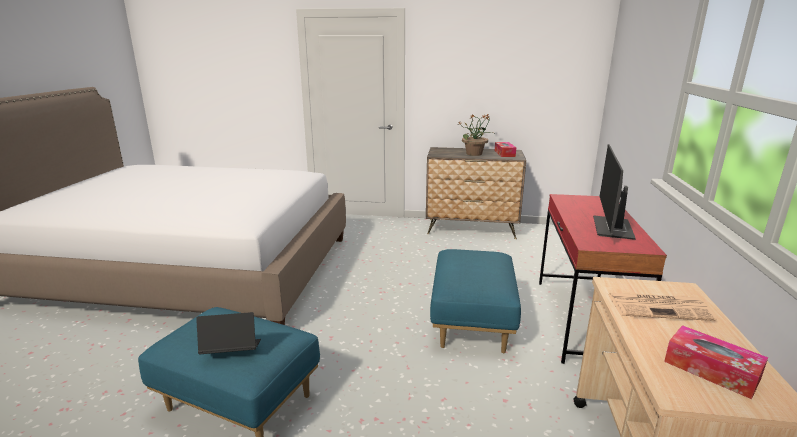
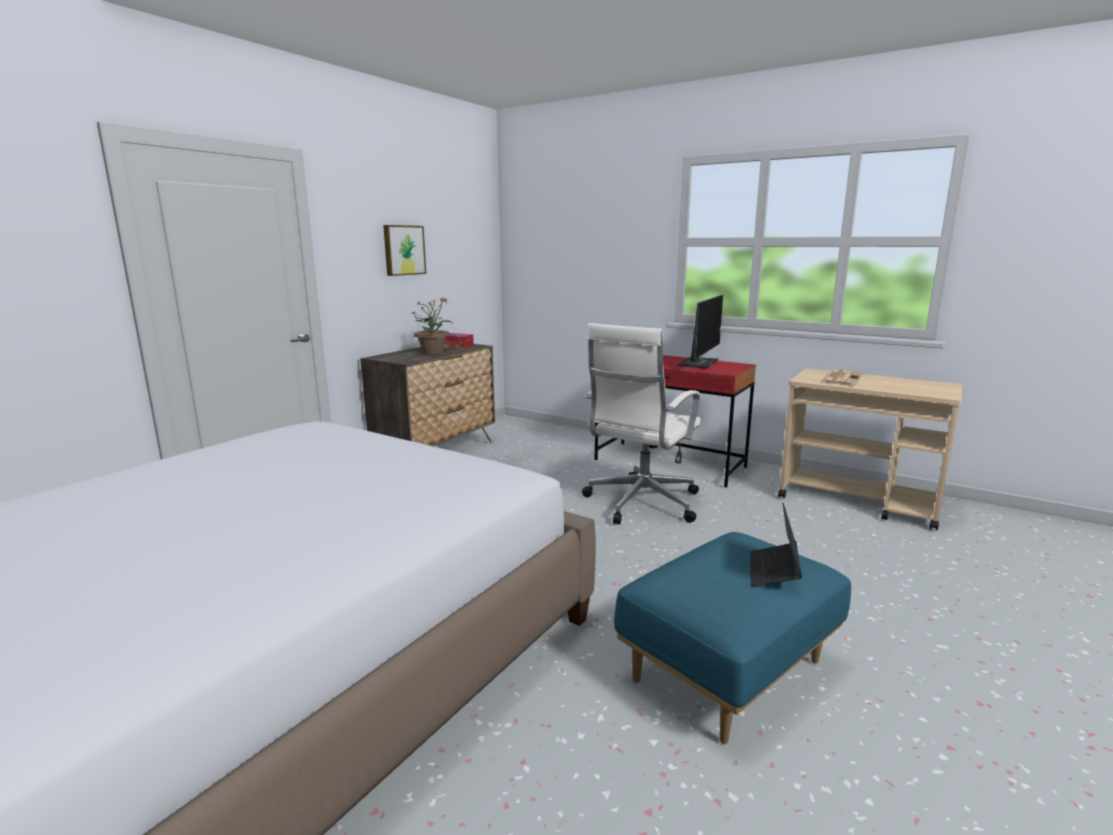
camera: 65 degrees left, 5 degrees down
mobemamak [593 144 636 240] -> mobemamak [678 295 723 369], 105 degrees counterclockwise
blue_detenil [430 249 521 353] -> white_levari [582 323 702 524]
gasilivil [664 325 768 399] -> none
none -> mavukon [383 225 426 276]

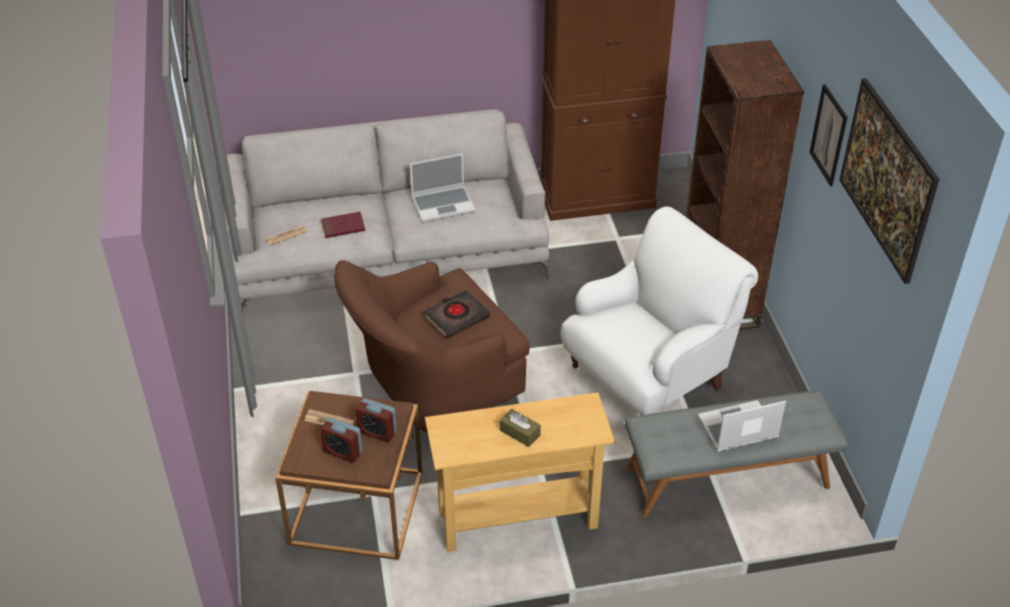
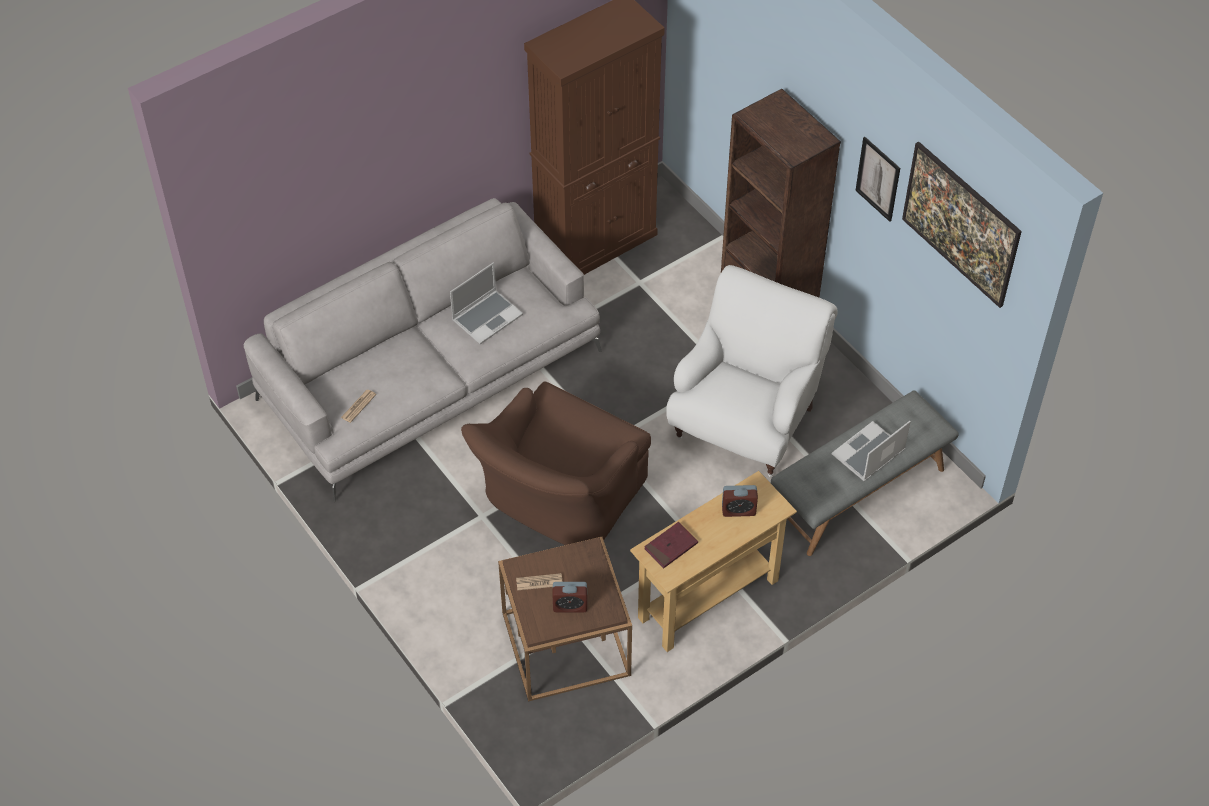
camera: 25 degrees left, 10 degrees up
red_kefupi [321 212 365 238] -> red_kefupi [644 522 698 568], moved
black_kefupi [424 290 490 338] -> none
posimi [356 398 397 442] -> posimi [722 485 758 517], moved
brown_gasilivil [500 409 541 447] -> none

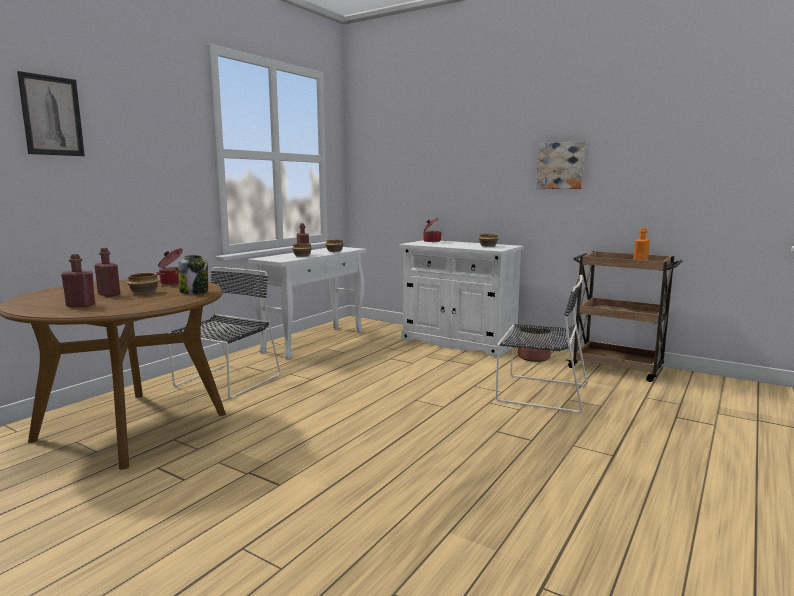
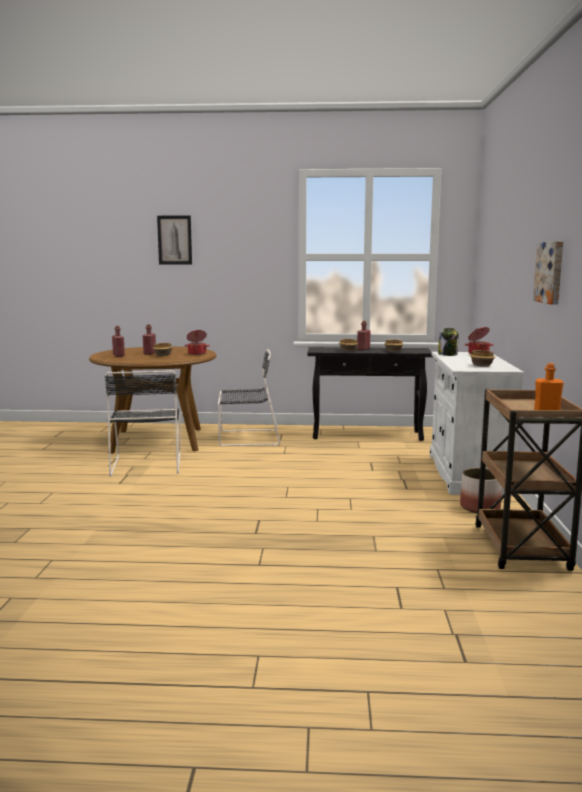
camera: 60 degrees right, 0 degrees up
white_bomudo [248 247 367 360] -> black_bomudo [308 347 433 441]
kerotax [178 255 208 294] -> kerotax [438 328 458 356], moved
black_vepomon [496 275 587 413] -> black_vepomon [105 370 181 476], moved

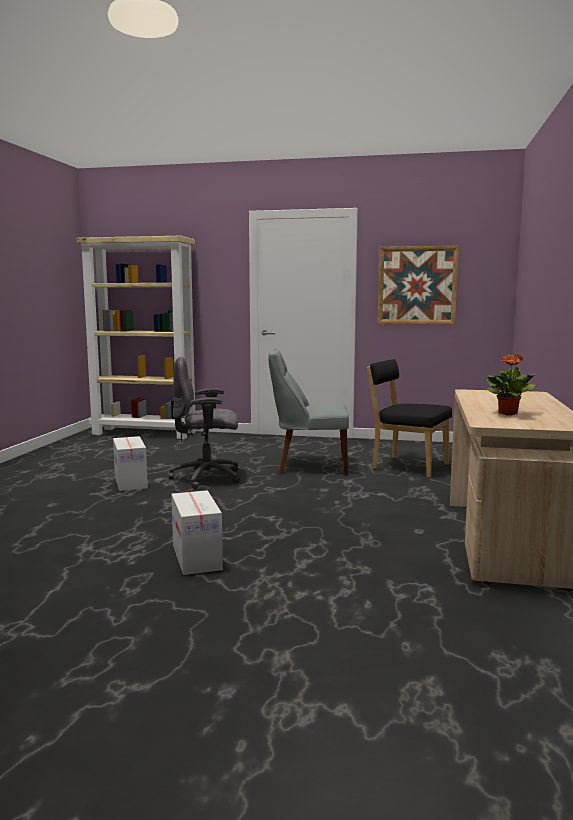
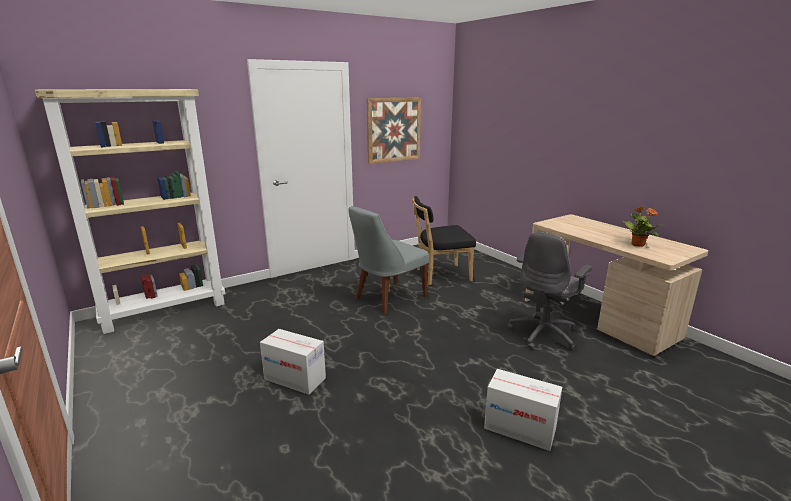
camera: 45 degrees left, 10 degrees up
grey_levari [169 357 240 489] -> grey_levari [508 232 593 351], moved

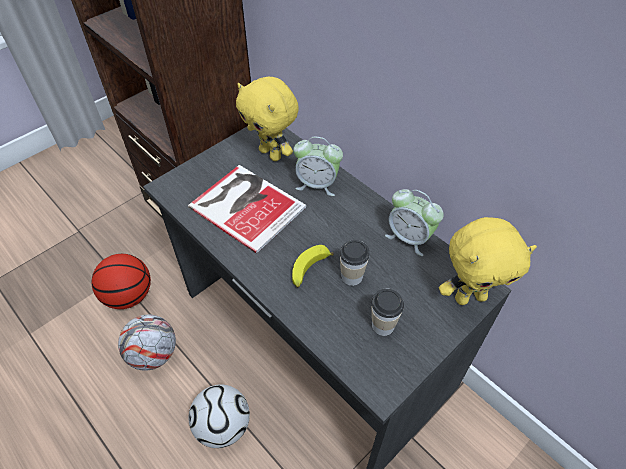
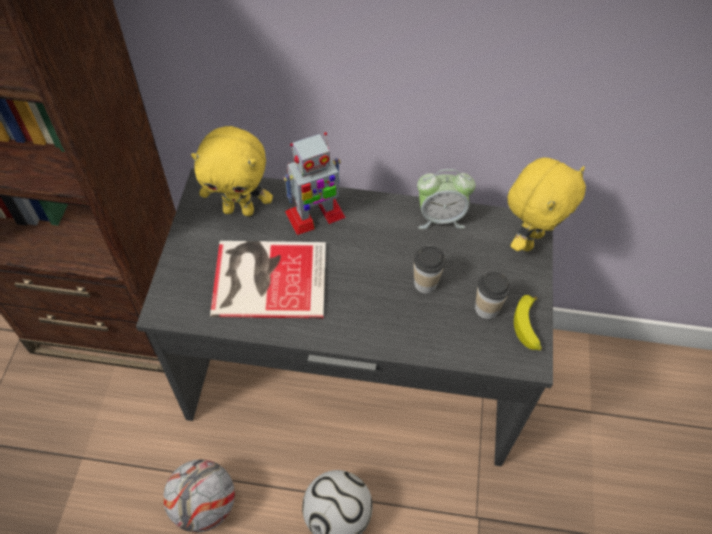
camera: 40 degrees left, 5 degrees up
posimi [293 137 343 196] -> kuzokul [283 132 346 235]
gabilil [292 245 334 288] -> gabilil [514 295 542 351], moved
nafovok [92 254 151 309] -> none

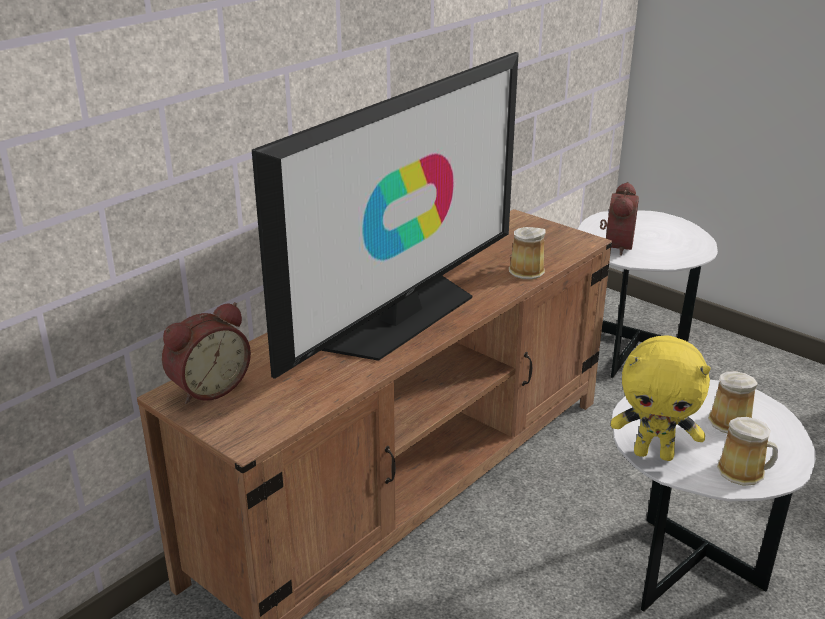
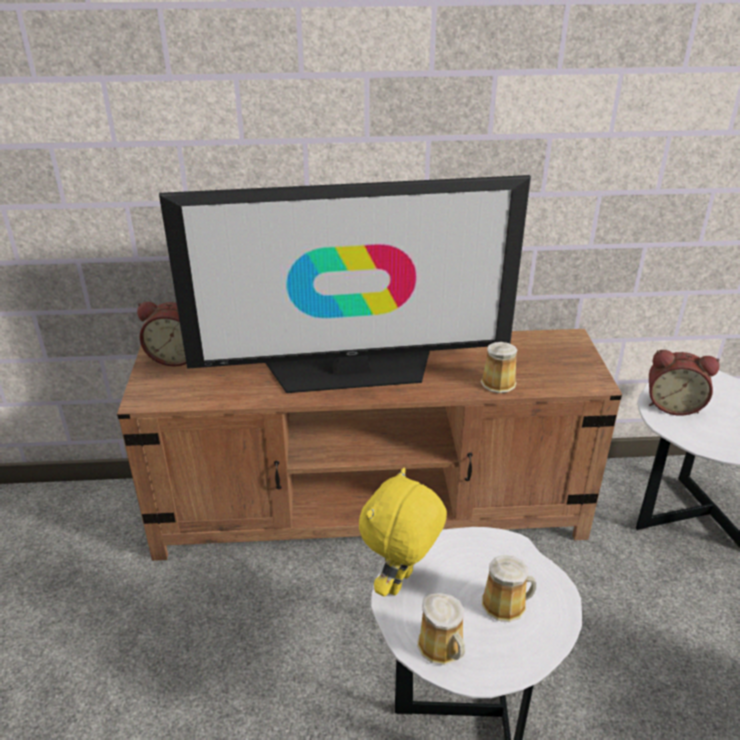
camera: 45 degrees right, 5 degrees up
posimi [600 182 639 256] -> posimi [649 350 720 415], 45 degrees clockwise
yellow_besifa [611 336 711 461] -> yellow_besifa [359 468 447 596], 60 degrees clockwise

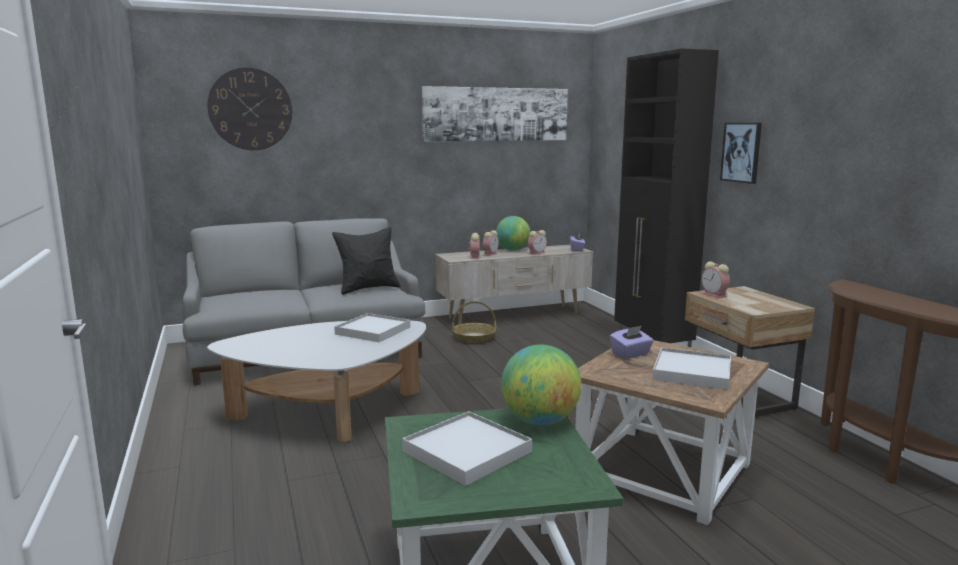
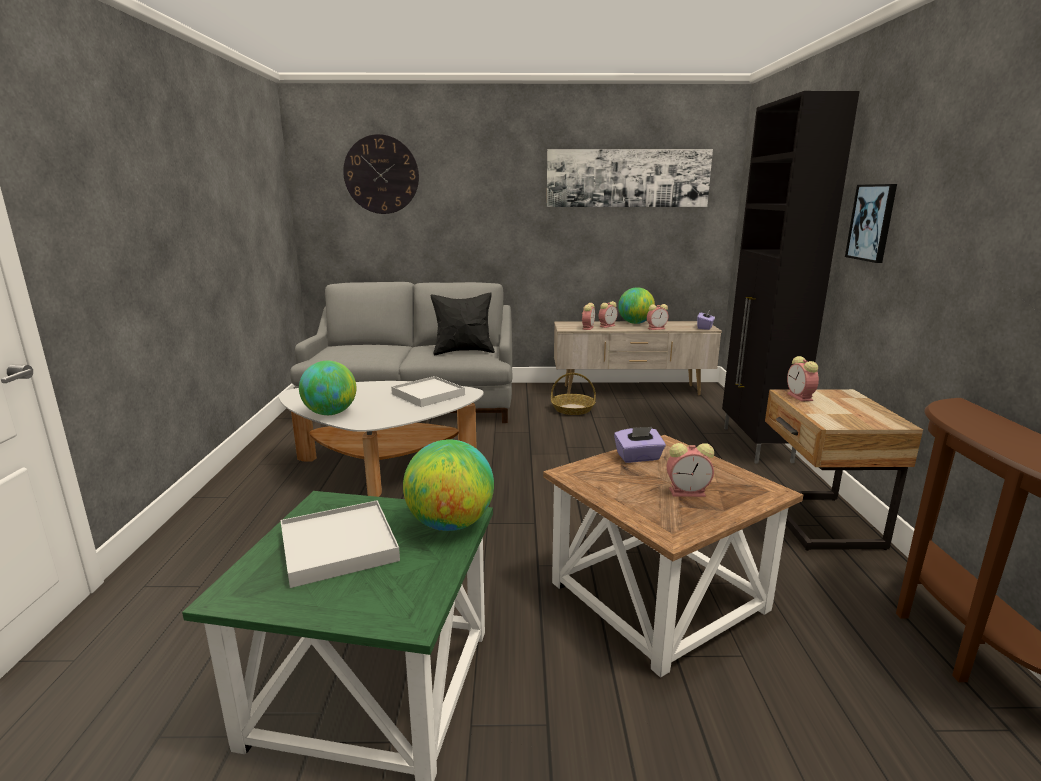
camera: 20 degrees right, 5 degrees up
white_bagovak [652 347 731 390] -> posimi [667 443 714 497]
none -> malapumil [299 361 356 415]

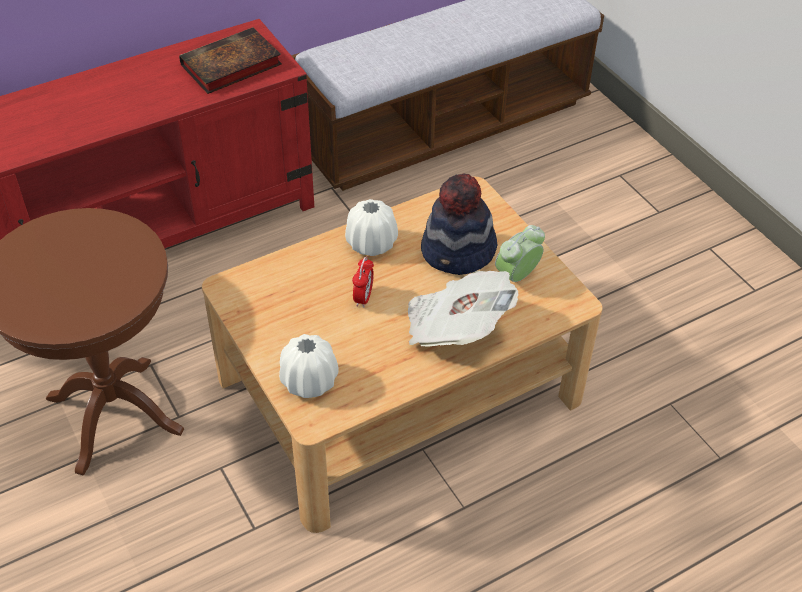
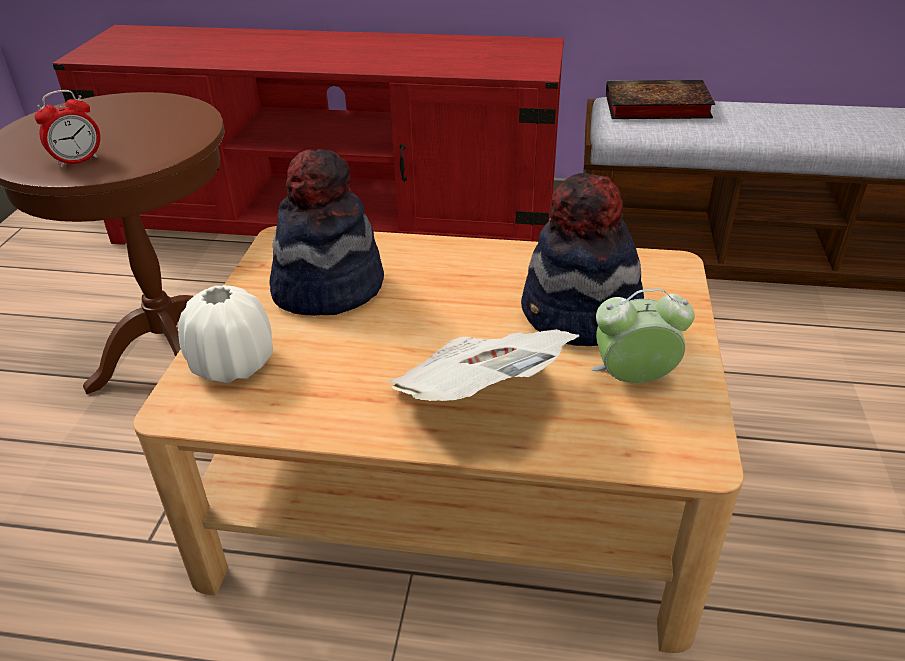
camera: 40 degrees right, 10 degrees down
kefupi [179 27 282 94] -> kefupi [606 80 715 119], moved
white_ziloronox [345 199 398 256] -> none
posimi [352 257 374 308] -> posimi [35 90 100 168], moved
none -> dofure [269 149 384 316]

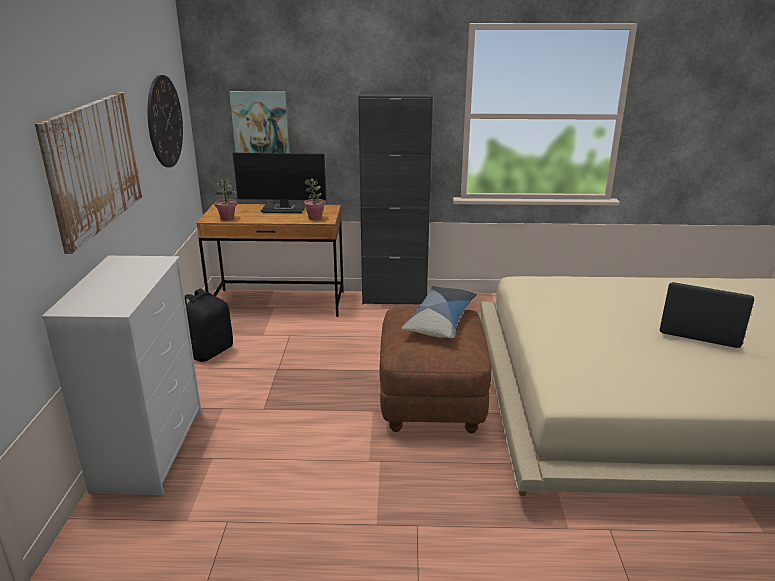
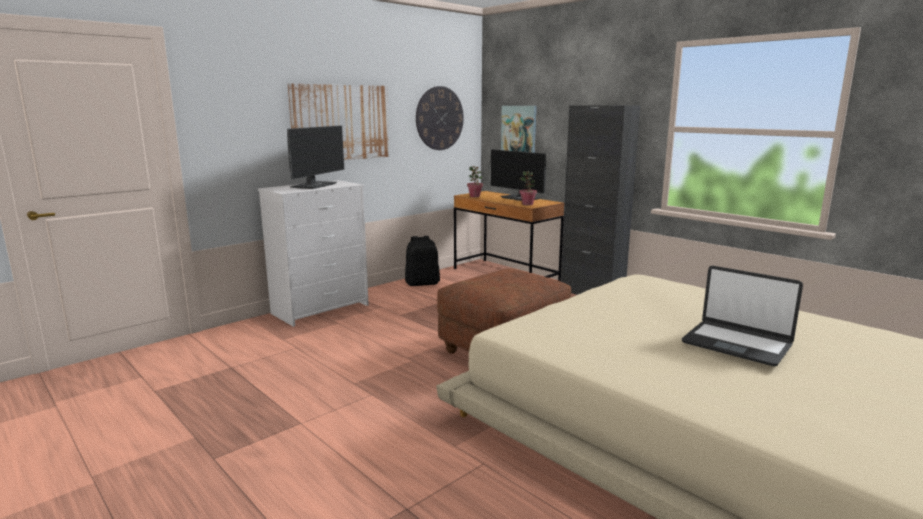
camera: 45 degrees right, 10 degrees down
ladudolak [660 282 754 348] -> ladudolak [682 266 803 366], 150 degrees clockwise
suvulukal [401 286 477 338] -> none
none -> mobemamak [287 125 344 189]

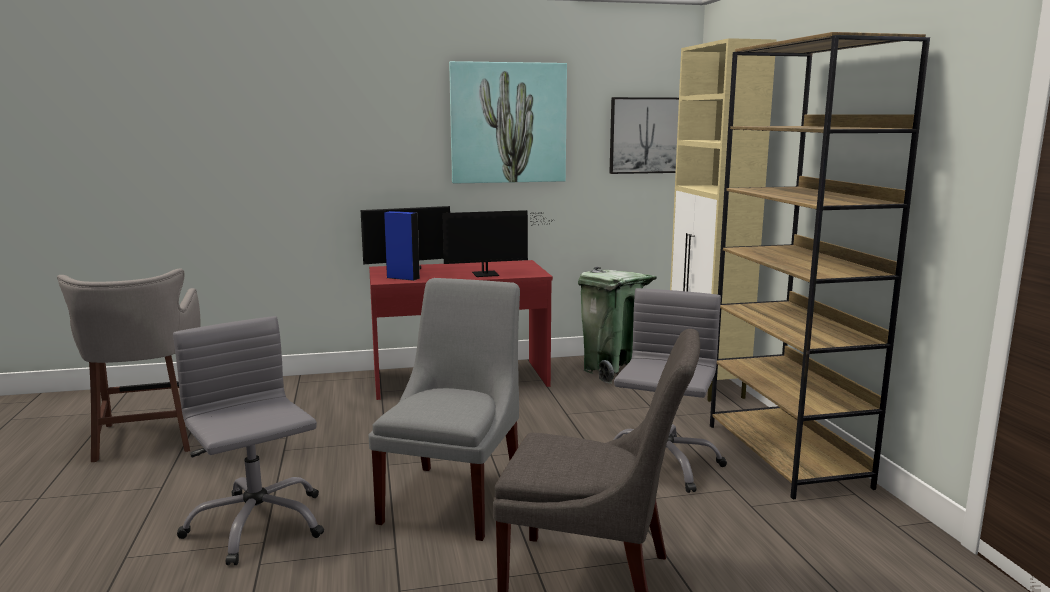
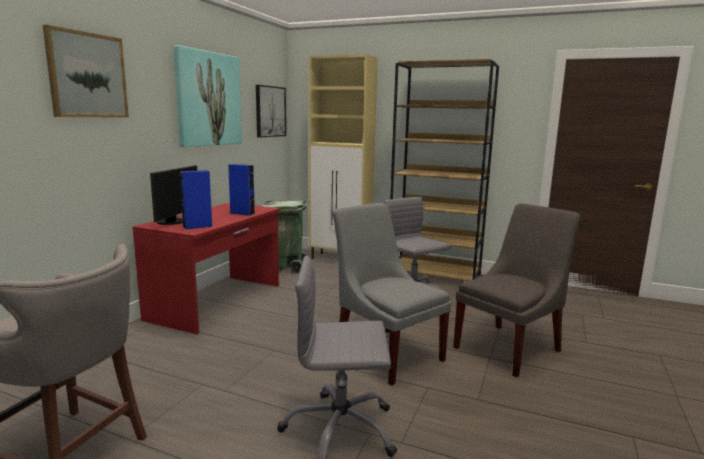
camera: 55 degrees left, 0 degrees up
mobemamak [442 210 553 277] -> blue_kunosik [228 164 255 216]
none -> mavukon [43 25 129 118]

